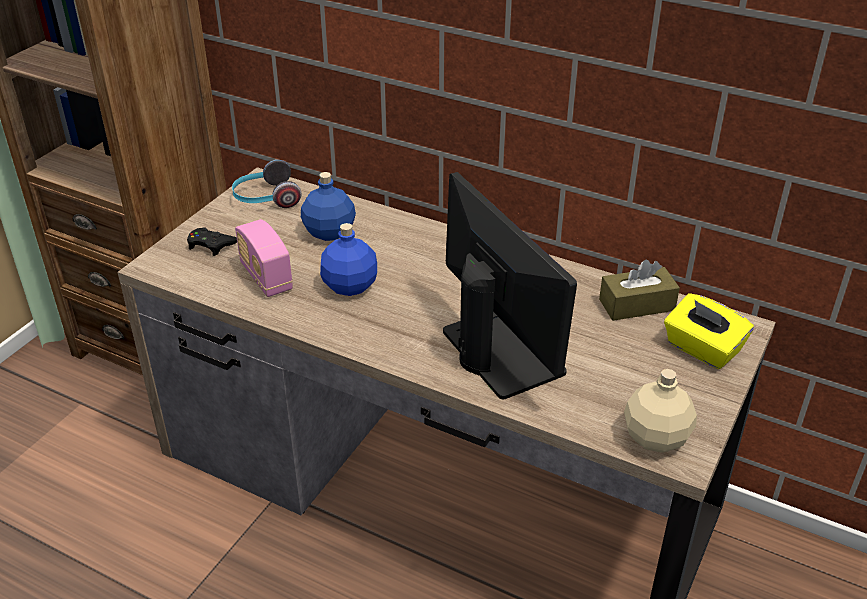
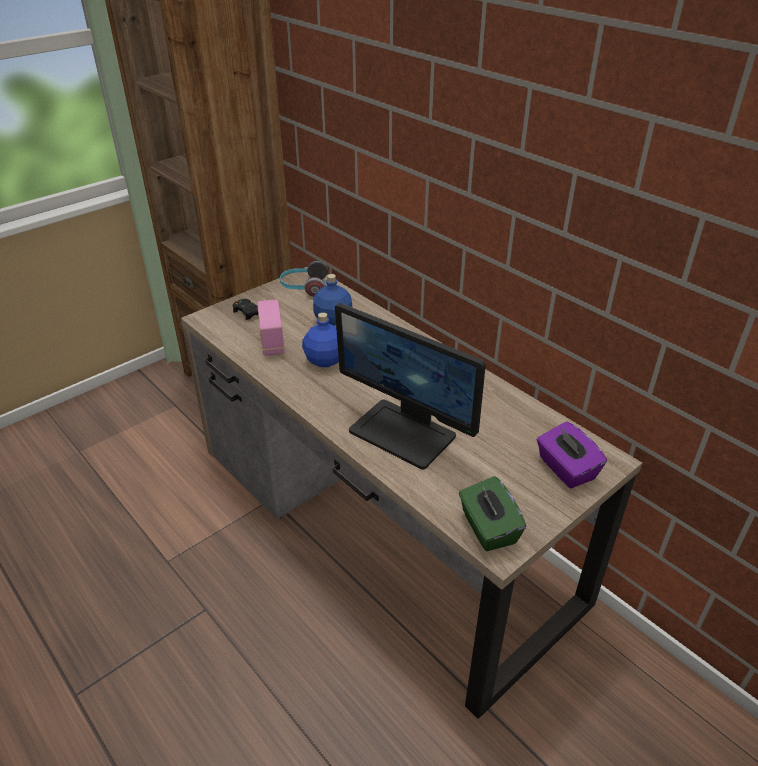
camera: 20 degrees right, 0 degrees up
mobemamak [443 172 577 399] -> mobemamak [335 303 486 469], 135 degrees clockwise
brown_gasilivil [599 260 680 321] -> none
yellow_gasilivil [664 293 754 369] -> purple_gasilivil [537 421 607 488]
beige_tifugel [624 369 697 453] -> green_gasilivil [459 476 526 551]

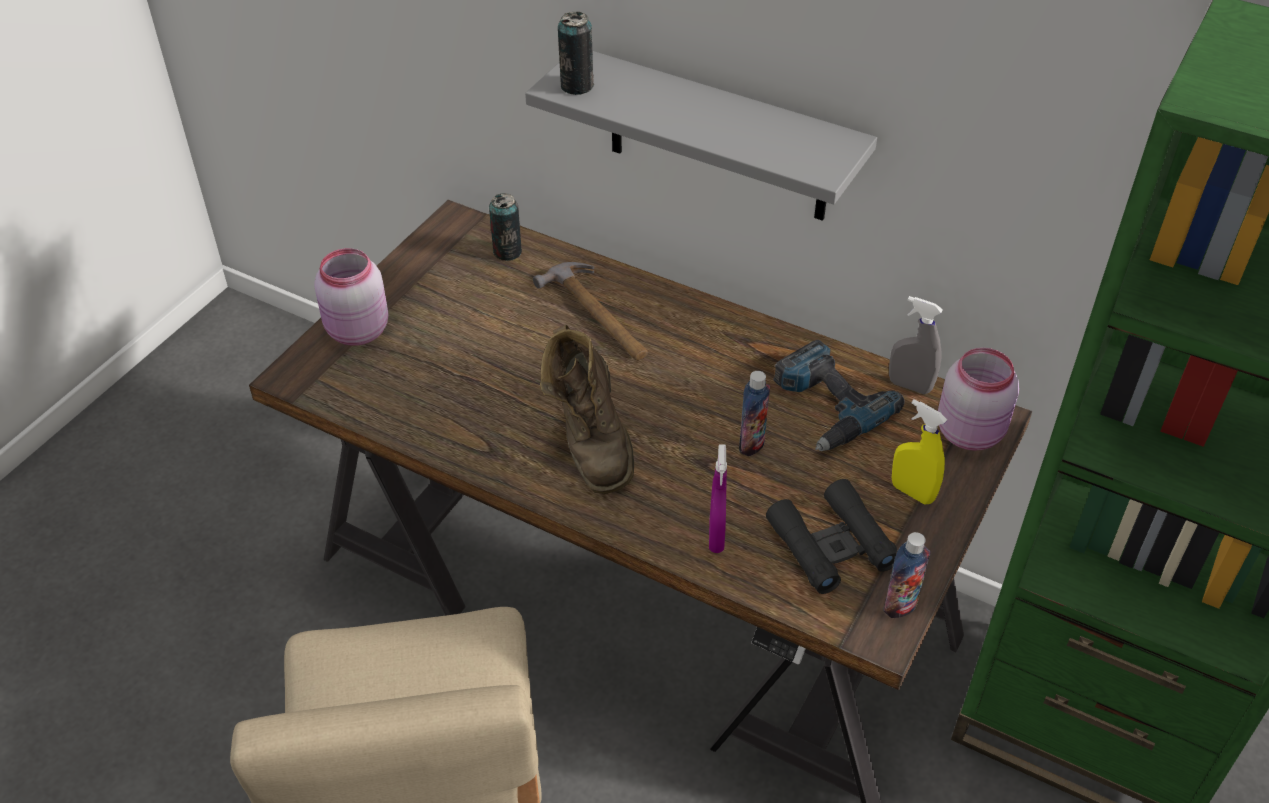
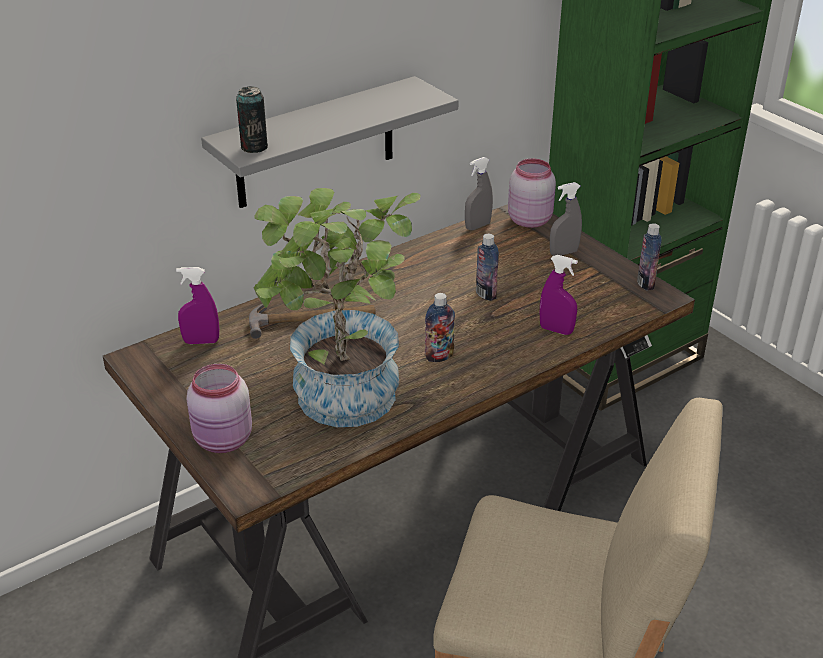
camera: 65 degrees left, 10 degrees down
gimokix [489 193 522 261] -> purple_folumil [176 267 219 344]
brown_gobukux [540 325 634 494] -> tifugel [425 293 455 362]
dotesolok [773 340 905 451] -> none
yellow_folumil [892 399 947 504] -> grey_folumil [550 182 582 256]
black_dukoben [766 479 897 594] -> none
none -> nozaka [254 188 420 427]

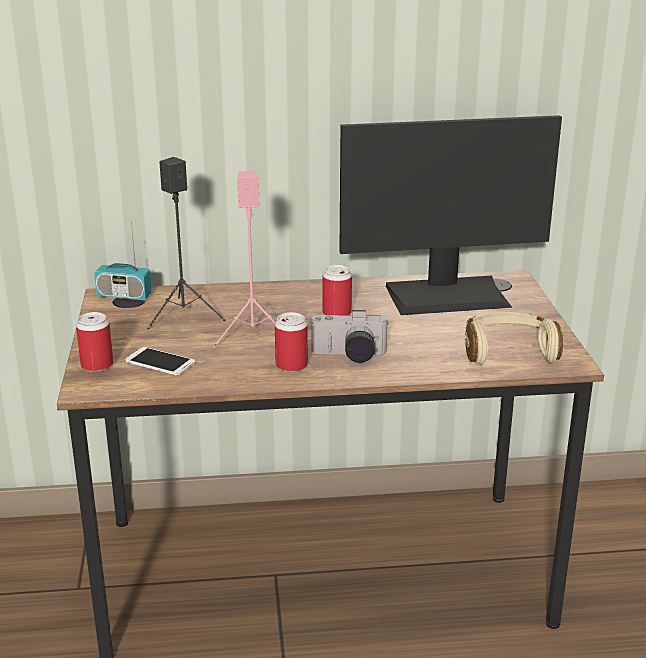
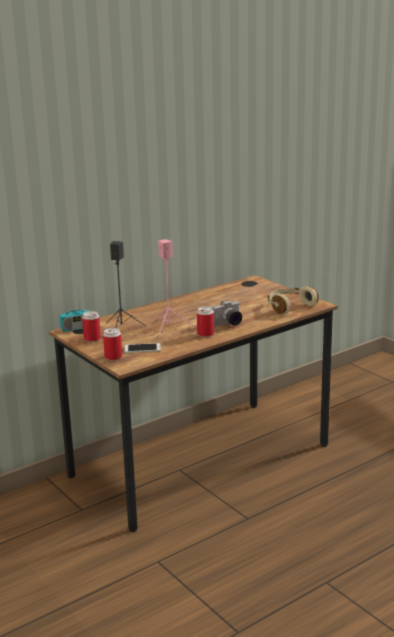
camera: 30 degrees left, 5 degrees down
mobemamak [339 115 562 315] -> none
gimokix [322 265 352 315] -> gimokix [82 311 101 342], moved

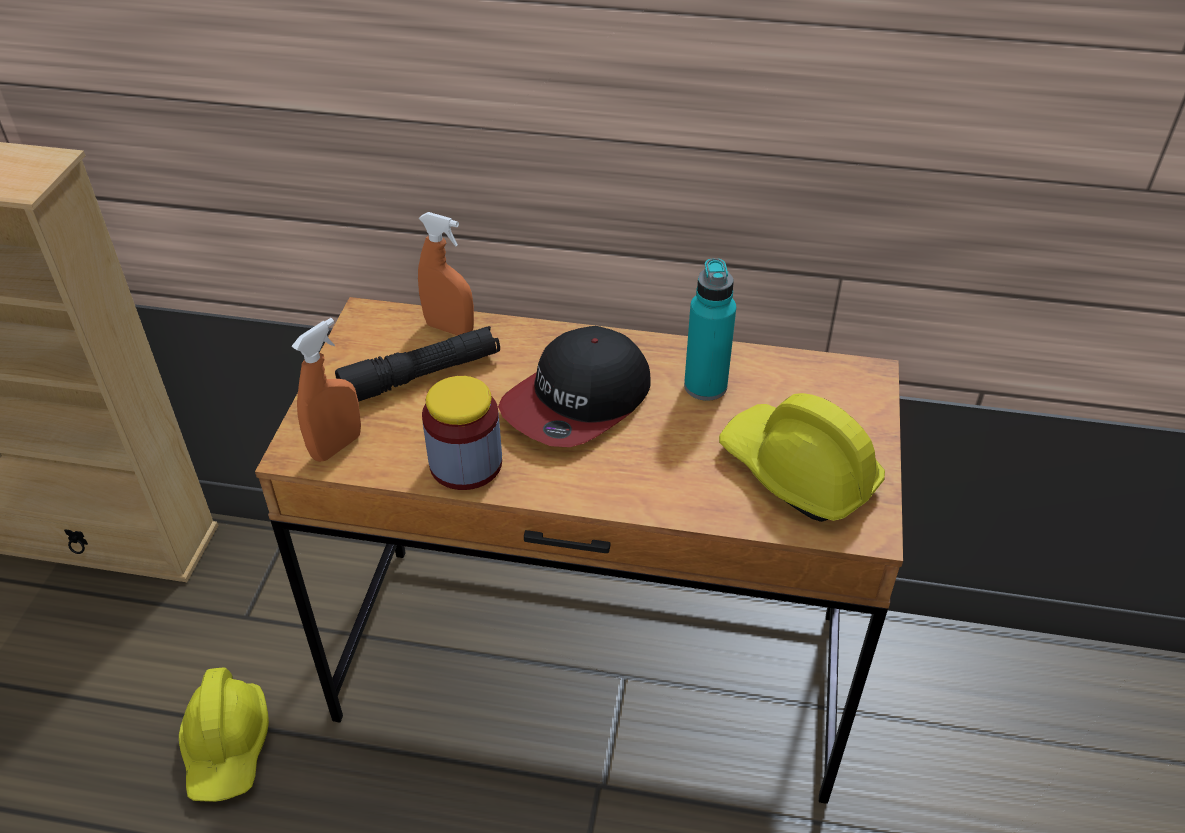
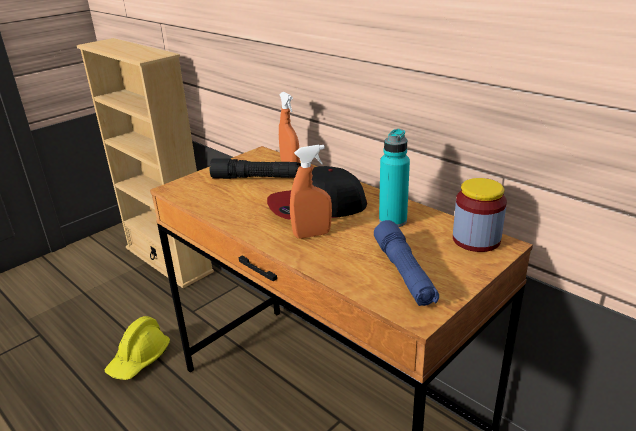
camera: 35 degrees right, 15 degrees down
orange_folumil [292 318 361 462] -> orange_folumil [290 145 332 239], moved
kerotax [422 376 502 490] -> kerotax [453 178 507 252], moved
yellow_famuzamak [719 393 885 522] -> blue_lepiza [374 220 439 306]

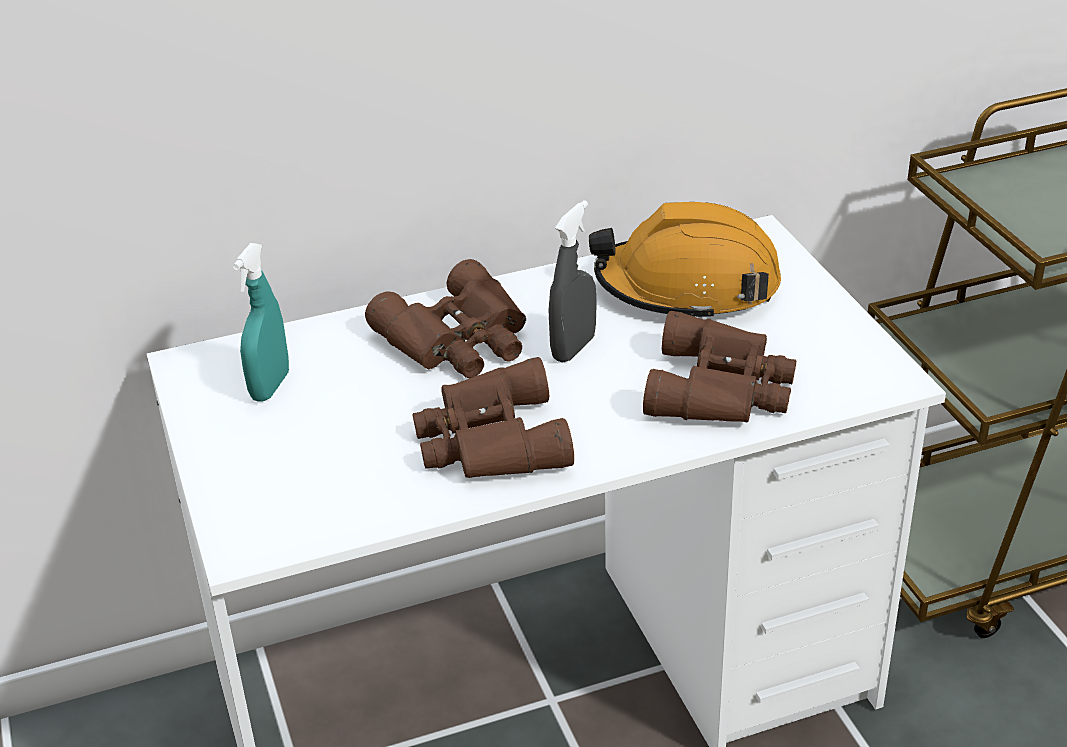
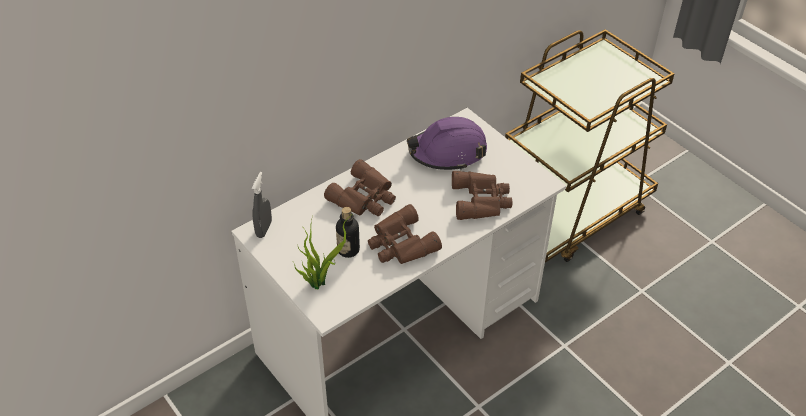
camera: 20 degrees left, 10 degrees up
grey_folumil [548 200 597 363] -> grey_folumil [252 172 272 238], moved
orange_famuzamak [589 202 781 319] -> purple_famuzamak [407 117 487 171]
turquoise_folumil [233 243 289 402] -> none
none -> tifugel [336 207 360 258]
none -> nozaka [294 215 351 289]

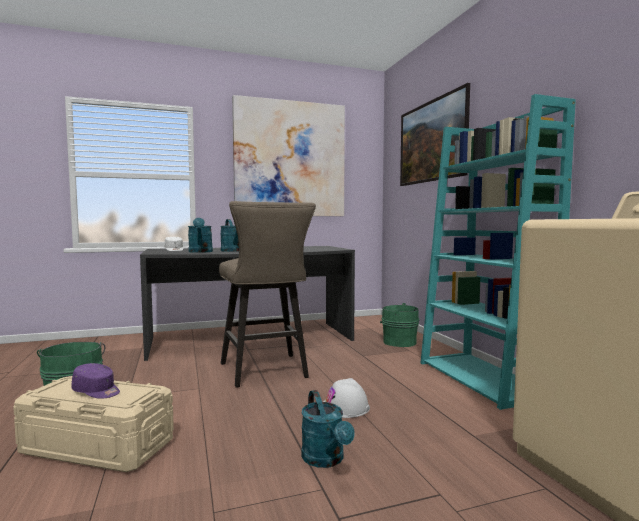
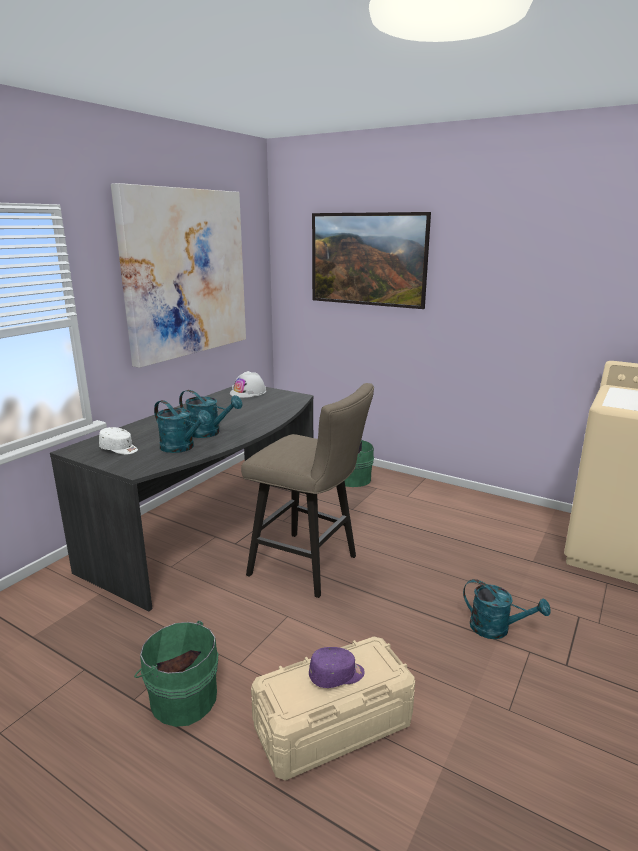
camera: 40 degrees left, 15 degrees up
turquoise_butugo [421 94 576 410] -> none
white_famuzamak [323 378 370 418] -> white_famuzamak [230 371 266 398], moved

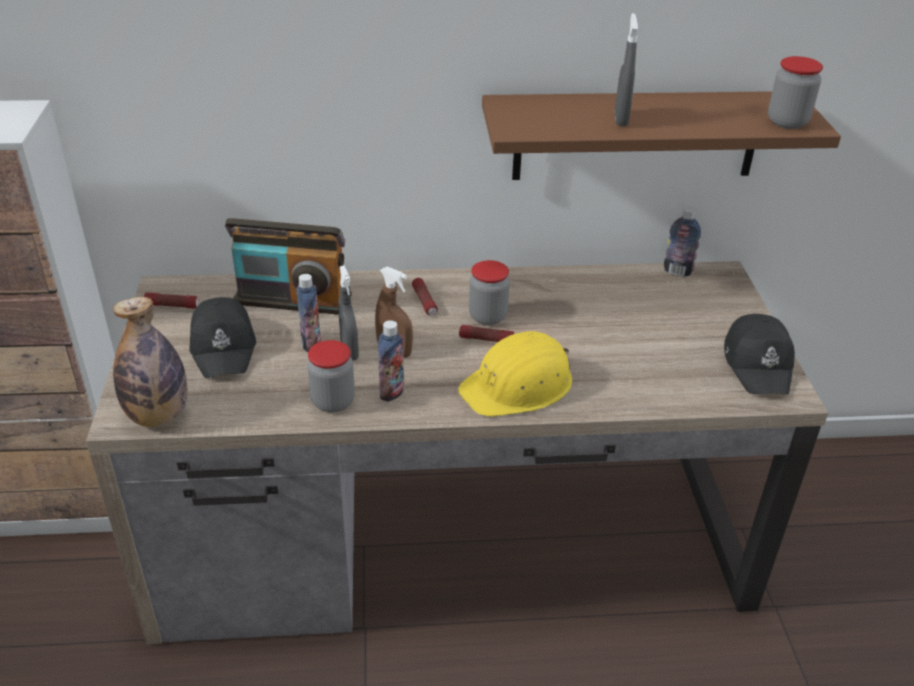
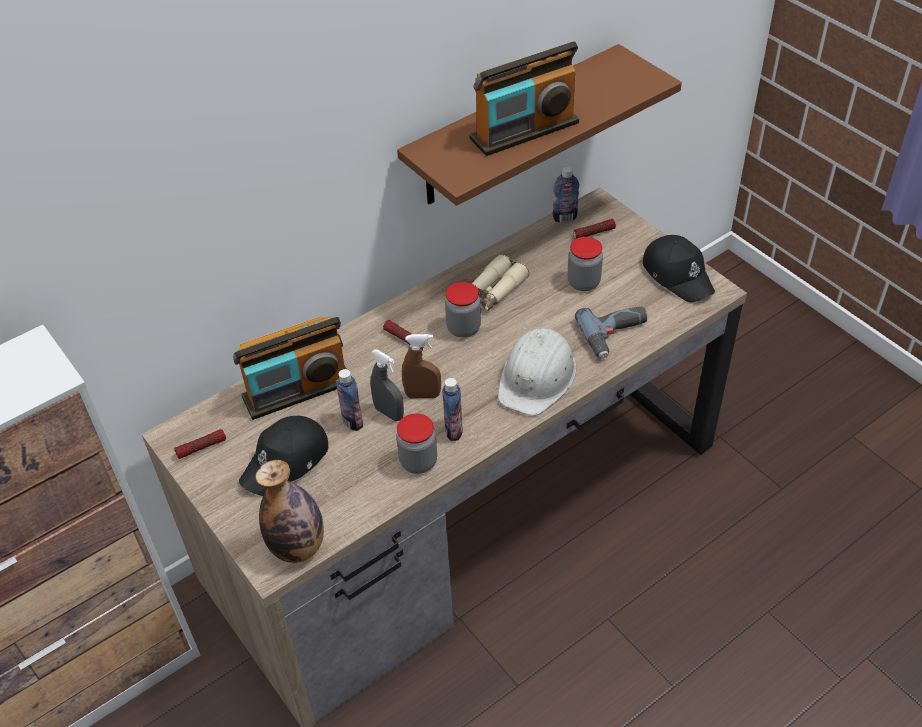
camera: 30 degrees left, 10 degrees up
grey_folumil [615 13 638 126] -> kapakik [469 42 579 156]
kerotax [768 56 823 129] -> kerotax [568 237 603 291], moved
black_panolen [189 297 256 378] -> black_panolen [239 416 328 496], 90 degrees clockwise
lepiza [459 325 514 342] -> lepiza [573 219 616 239], moved
yellow_famuzamak [458 331 572 417] -> white_famuzamak [498 328 576 416]
none -> beige_dukoben [472 254 529 311]
none -> dotesolok [575 307 647 359]

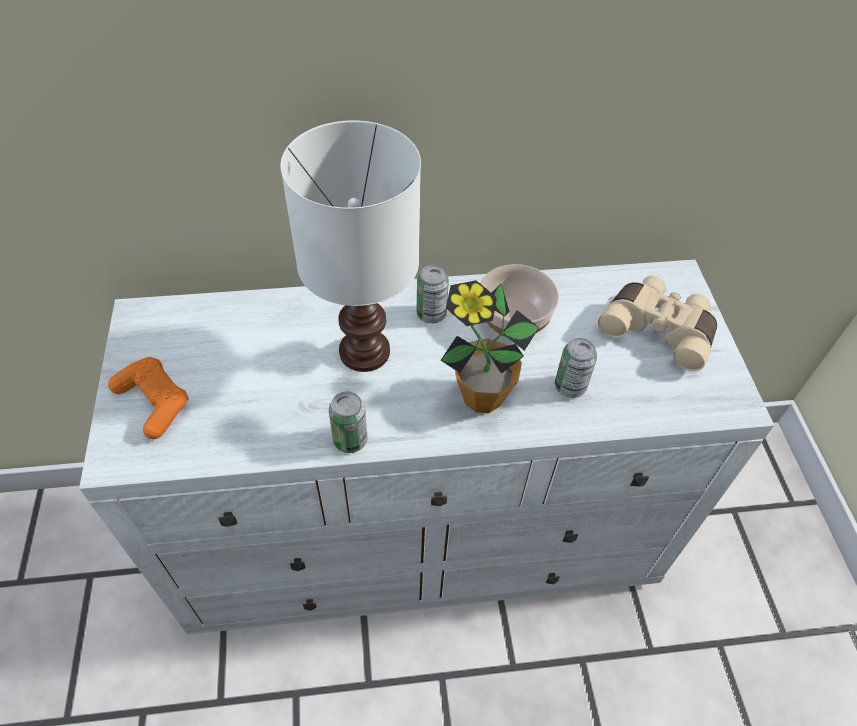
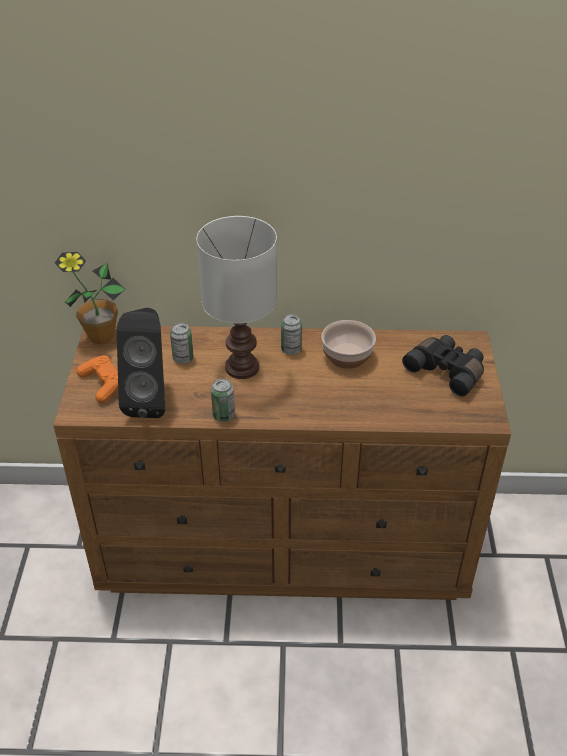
camera: 10 degrees right, 10 degrees down
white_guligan [79 260 774 635] -> brown_guligan [53 325 511 600]
beige_dukoben [598 276 717 372] -> black_dukoben [402 335 484 397]
nozaka [440 280 539 413] -> nozaka [55 252 125 345], moved
gimokix [555 338 597 398] -> gimokix [170 323 194 364], moved
none -> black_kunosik [117 308 165 418]

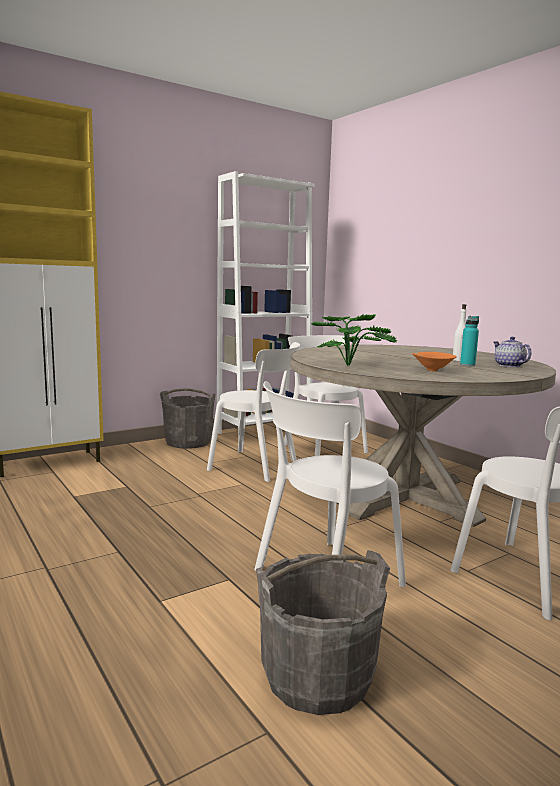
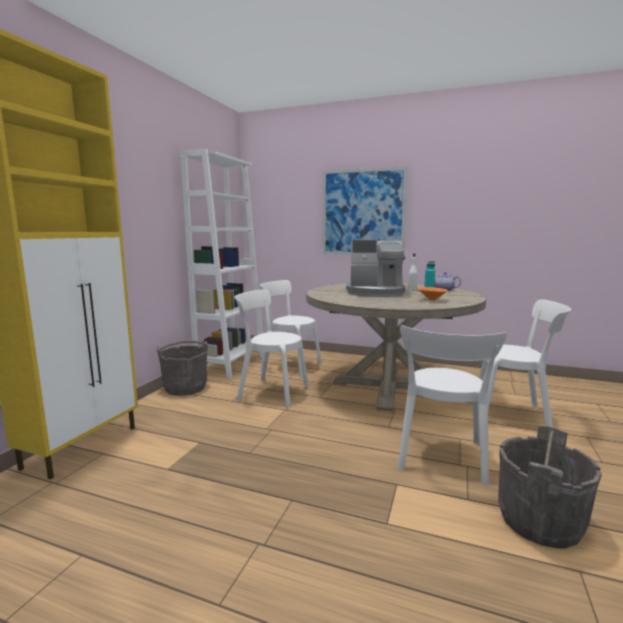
camera: 35 degrees left, 0 degrees up
nozaka [311 314 398 366] -> none
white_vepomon [207 342 300 482] -> white_vepomon [234 289 309 409], 150 degrees counterclockwise
none -> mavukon [322 166 408 255]
none -> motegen [346 240 406 297]

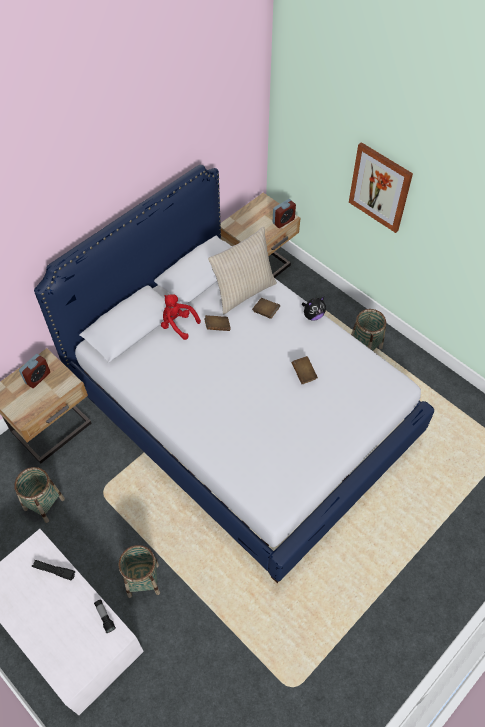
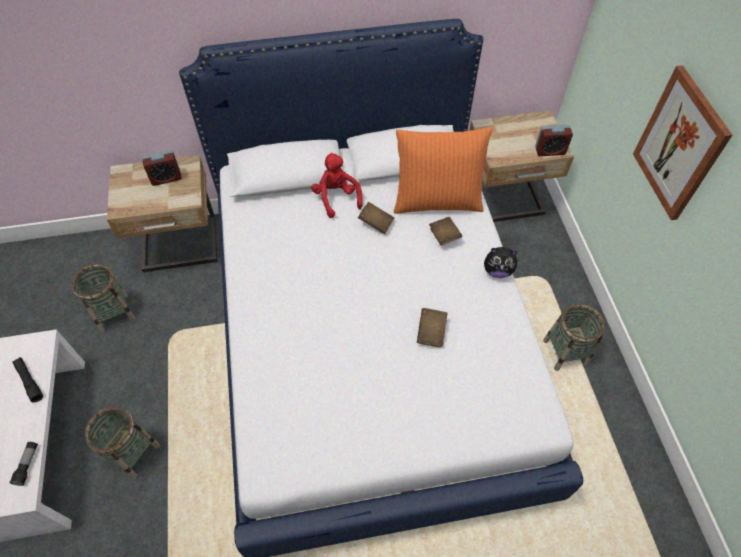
camera: 35 degrees right, 0 degrees up
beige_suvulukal [208 227 277 314] -> orange_suvulukal [394 127 493 214]

